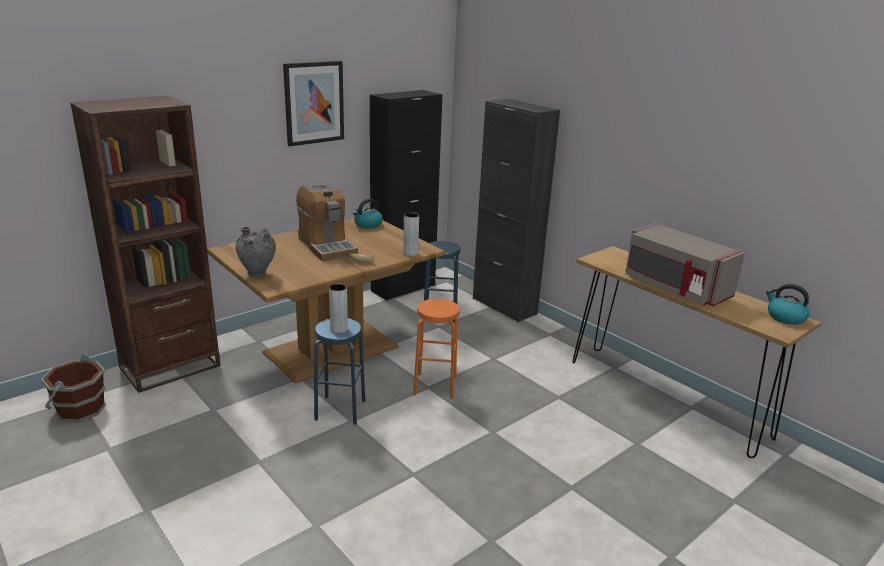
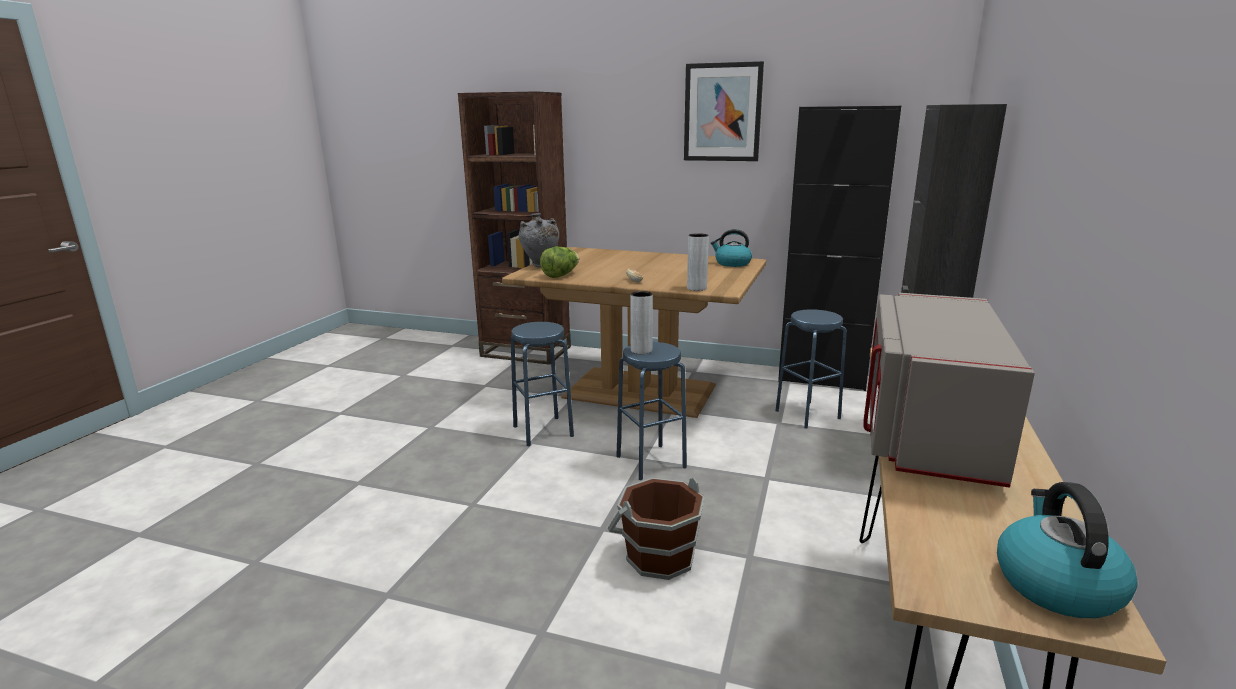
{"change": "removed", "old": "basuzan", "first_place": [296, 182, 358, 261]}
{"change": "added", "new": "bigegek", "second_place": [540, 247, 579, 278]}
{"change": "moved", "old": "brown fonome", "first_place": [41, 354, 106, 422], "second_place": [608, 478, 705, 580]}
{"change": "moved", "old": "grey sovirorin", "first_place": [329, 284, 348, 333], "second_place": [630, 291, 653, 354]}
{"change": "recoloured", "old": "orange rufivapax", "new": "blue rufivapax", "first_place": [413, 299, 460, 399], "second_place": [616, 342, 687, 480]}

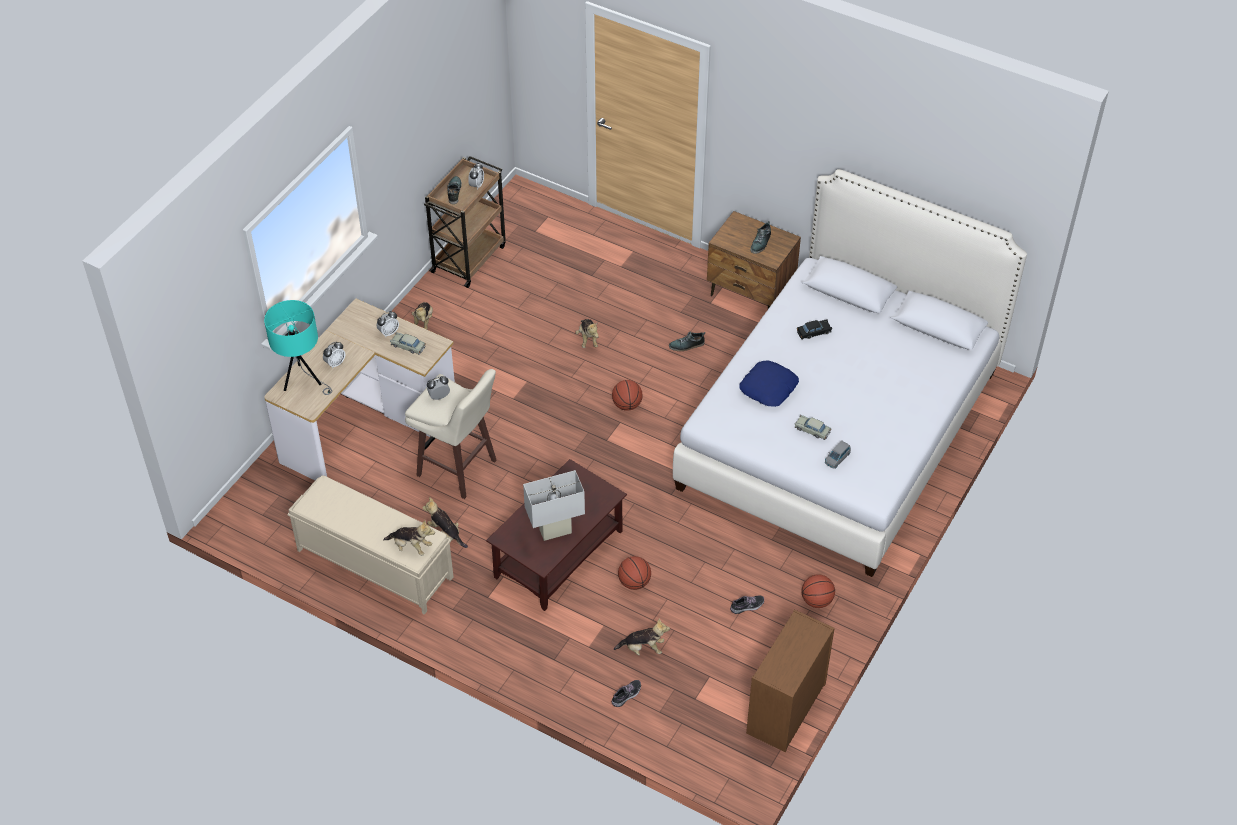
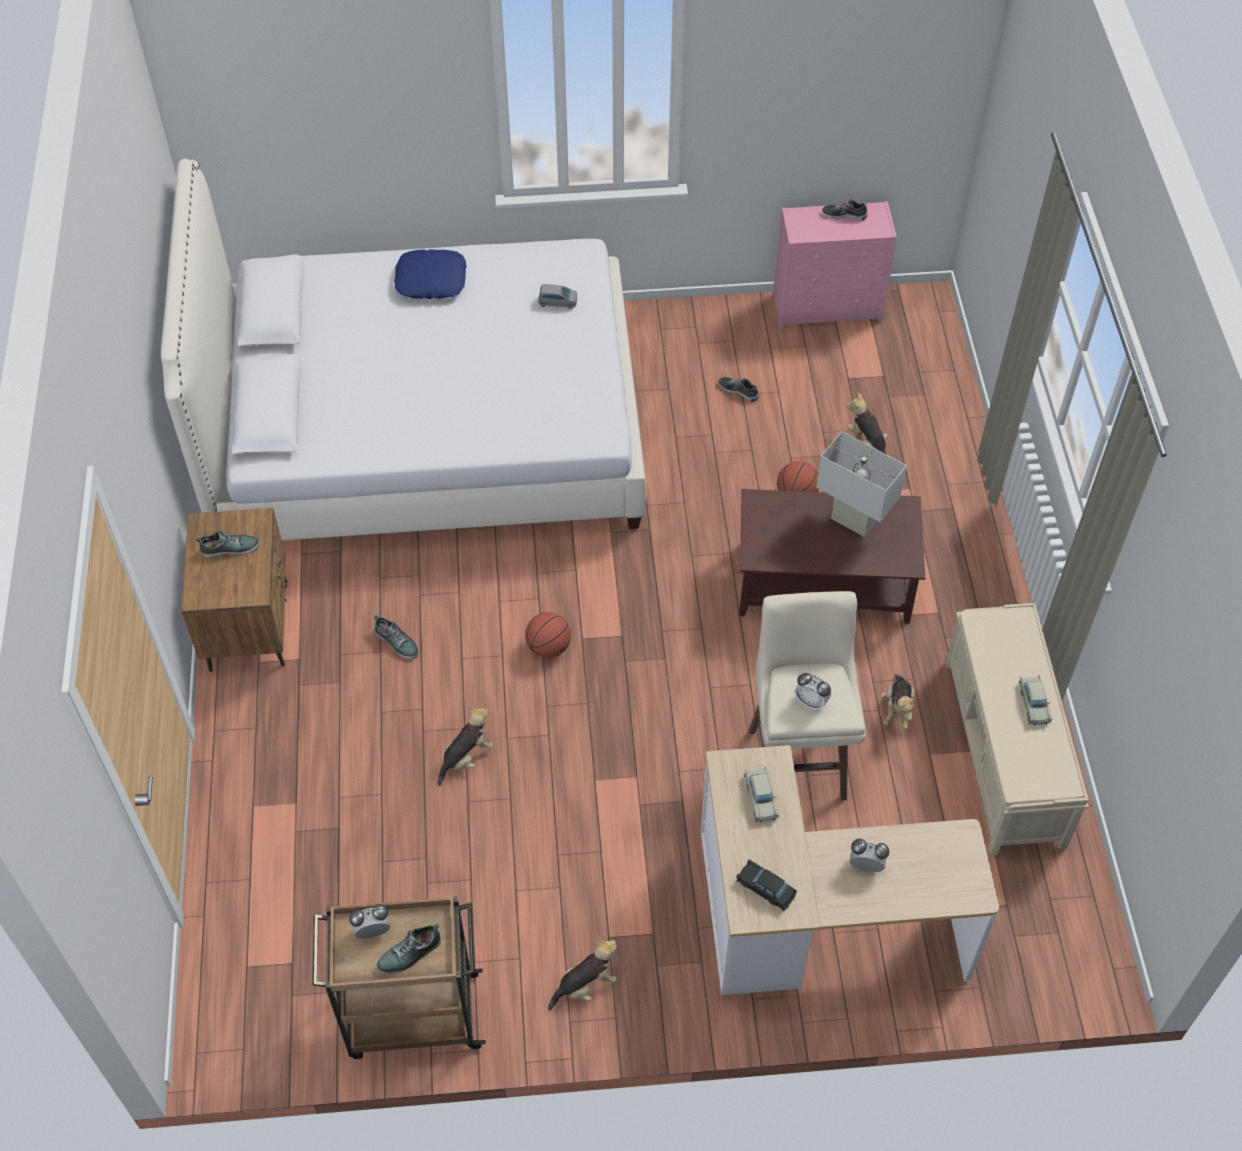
{"change": "removed", "old": "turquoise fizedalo", "first_place": [264, 300, 332, 395]}
{"change": "removed", "old": "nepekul", "first_place": [377, 311, 399, 338]}
{"change": "removed", "old": "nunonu", "first_place": [383, 520, 435, 556]}
{"change": "removed", "old": "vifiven", "first_place": [802, 574, 835, 608]}
{"change": "moved", "old": "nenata", "first_place": [612, 680, 641, 707], "second_place": [822, 199, 868, 220]}
{"change": "moved", "old": "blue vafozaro", "first_place": [739, 360, 799, 407], "second_place": [394, 249, 467, 299]}
{"change": "moved", "old": "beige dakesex", "first_place": [794, 415, 831, 440], "second_place": [1019, 675, 1052, 726]}
{"change": "moved", "old": "black dakesex", "first_place": [797, 320, 832, 340], "second_place": [736, 859, 797, 911]}
{"change": "recoloured", "old": "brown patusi", "new": "pink patusi", "first_place": [746, 609, 835, 752], "second_place": [773, 201, 897, 329]}

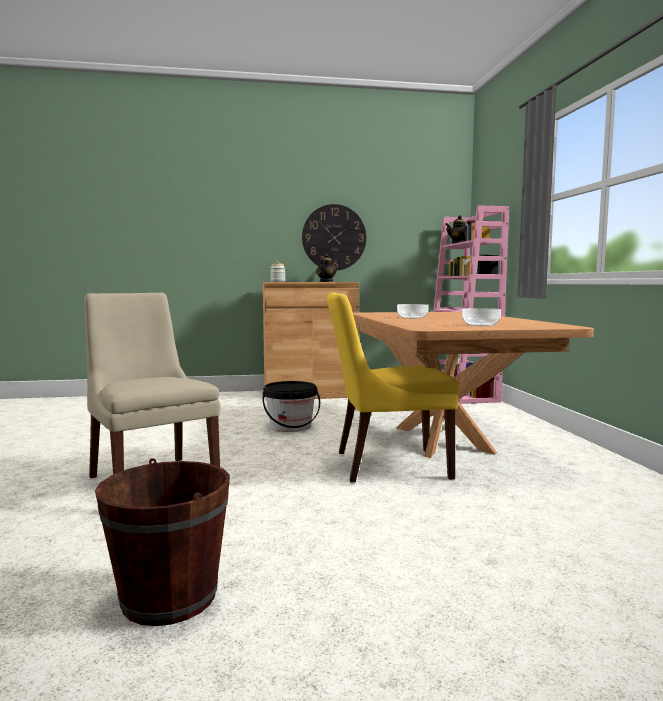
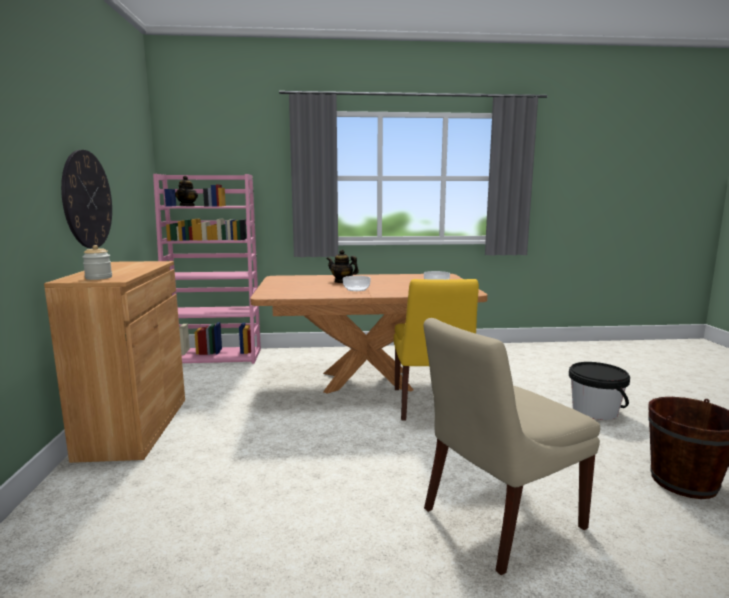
{"change": "moved", "old": "black fonome", "first_place": [263, 381, 320, 432], "second_place": [569, 362, 630, 420]}
{"change": "moved", "old": "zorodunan", "first_place": [316, 254, 336, 282], "second_place": [327, 250, 359, 283]}

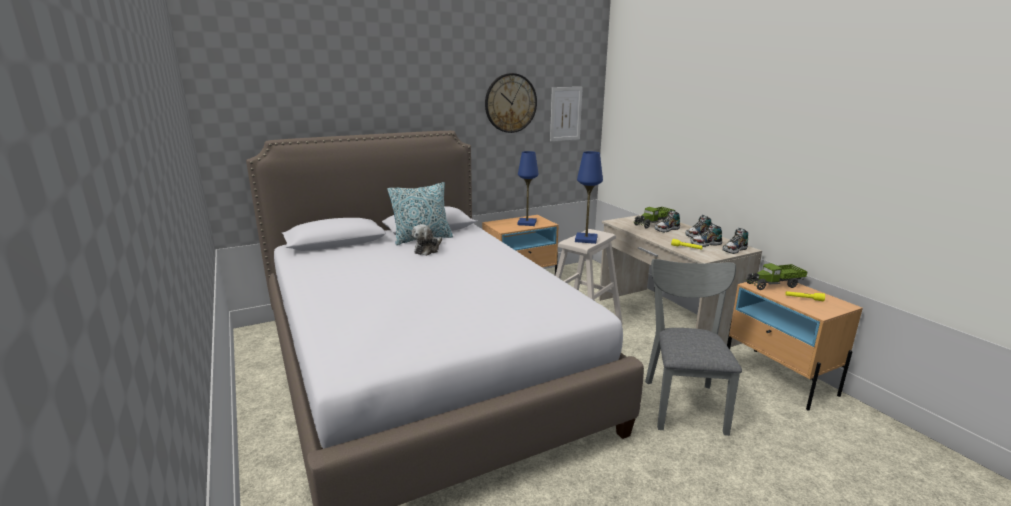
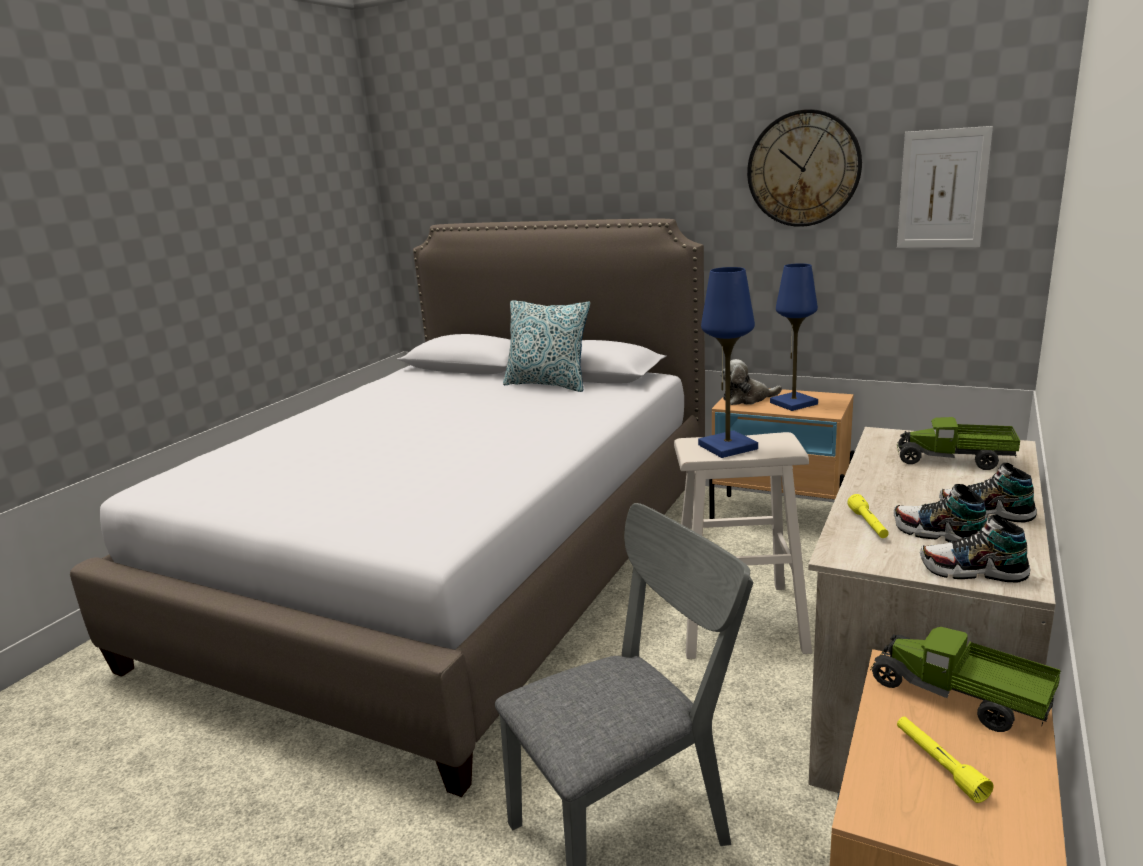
{"change": "removed", "old": "nenata", "first_place": [655, 210, 680, 232]}
{"change": "moved", "old": "nunonu", "first_place": [412, 224, 442, 256], "second_place": [721, 359, 782, 405]}

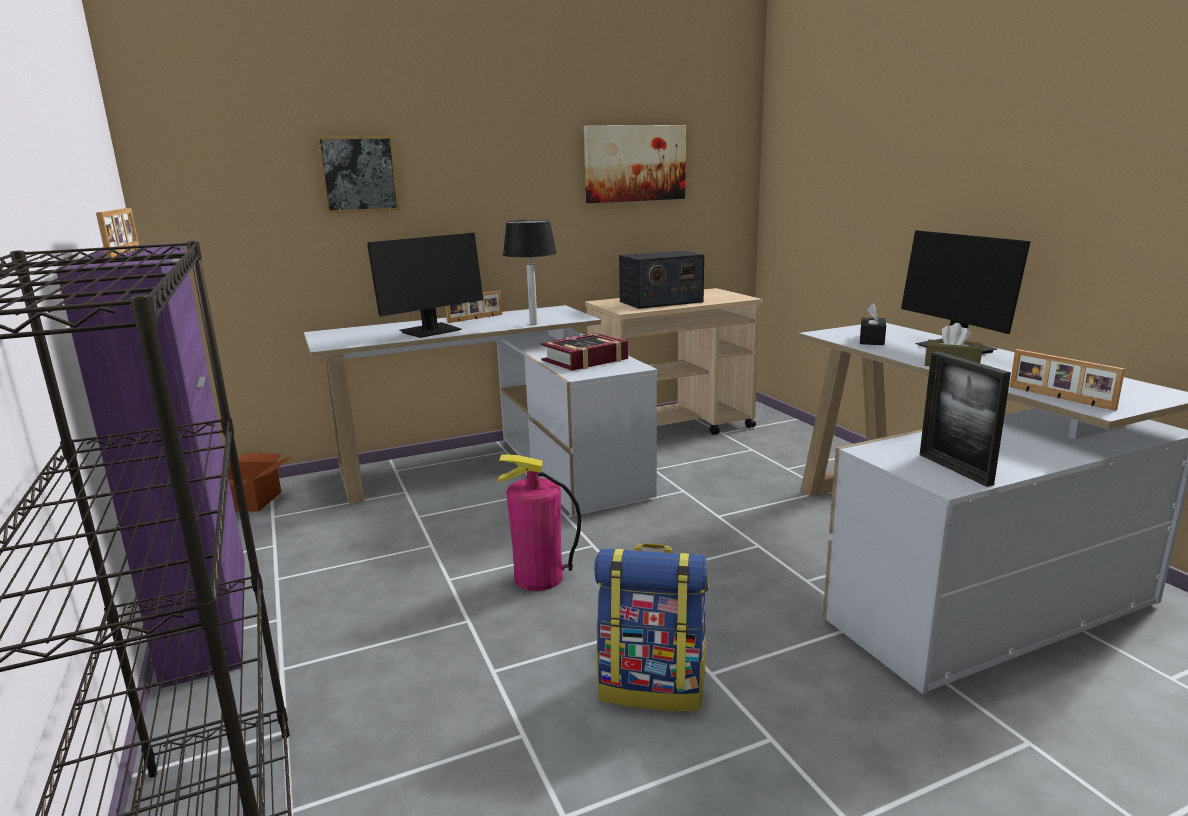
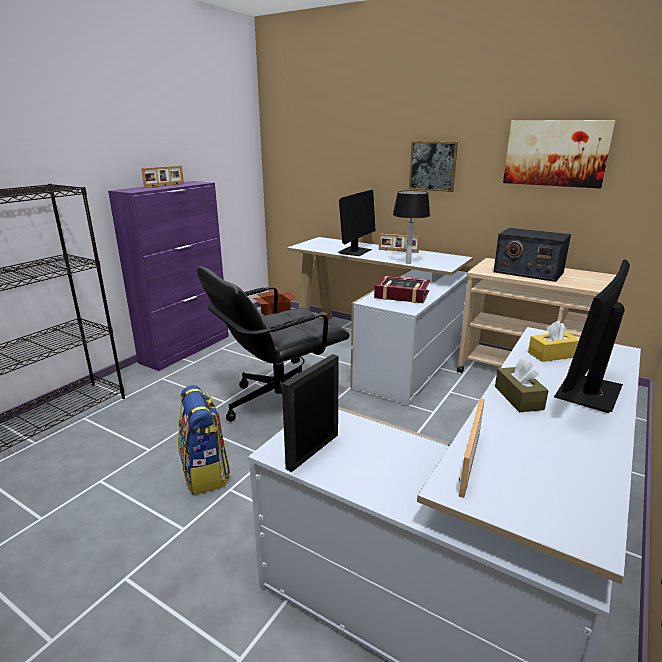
{"change": "moved", "old": "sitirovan", "first_place": [316, 136, 400, 213], "second_place": [409, 141, 458, 192]}
{"change": "replaced", "old": "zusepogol", "new": "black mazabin", "first_place": [497, 454, 581, 591], "second_place": [197, 266, 350, 422]}
{"change": "recoloured", "old": "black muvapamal", "new": "yellow muvapamal", "first_place": [860, 304, 886, 345], "second_place": [528, 321, 579, 362]}
{"change": "turned", "old": "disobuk", "first_place": [367, 233, 483, 338], "second_place": [339, 190, 375, 256], "degrees": -75}

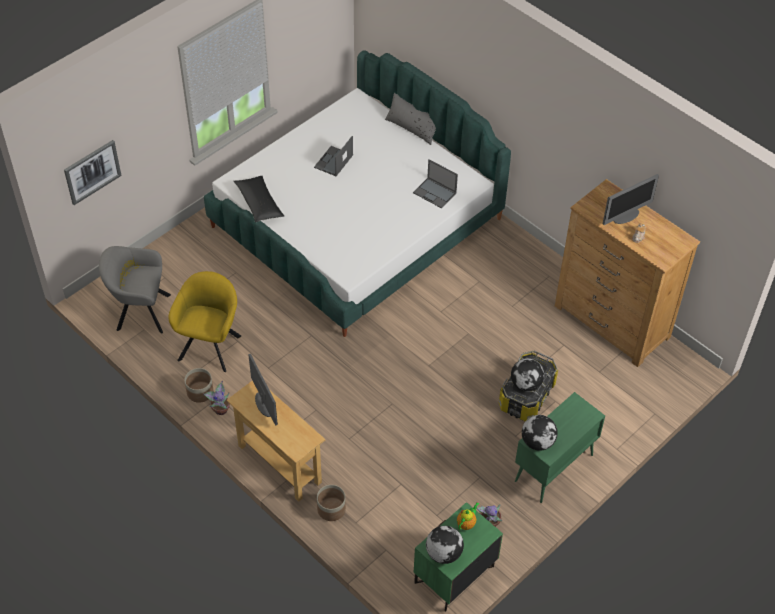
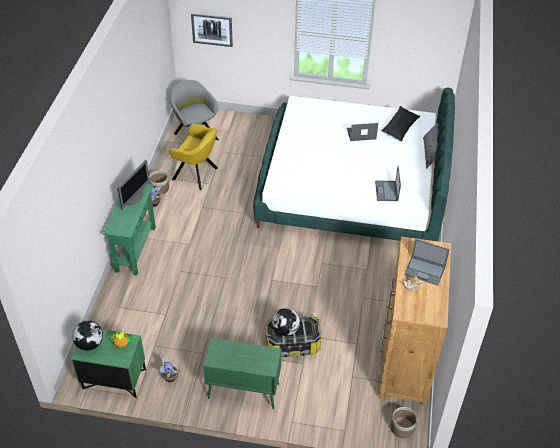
{"change": "removed", "old": "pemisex", "first_place": [522, 415, 558, 451]}
{"change": "moved", "old": "black vafozaro", "first_place": [233, 176, 284, 222], "second_place": [381, 106, 420, 142]}
{"change": "moved", "old": "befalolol", "first_place": [317, 485, 346, 521], "second_place": [390, 407, 417, 438]}
{"change": "replaced", "old": "disobuk", "new": "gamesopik", "first_place": [603, 174, 659, 225], "second_place": [404, 239, 450, 285]}
{"change": "recoloured", "old": "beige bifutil", "new": "green bifutil", "first_place": [227, 381, 326, 502], "second_place": [103, 184, 156, 276]}
{"change": "turned", "old": "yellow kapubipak", "first_place": [168, 271, 241, 372], "second_place": [169, 124, 218, 190], "degrees": 45}

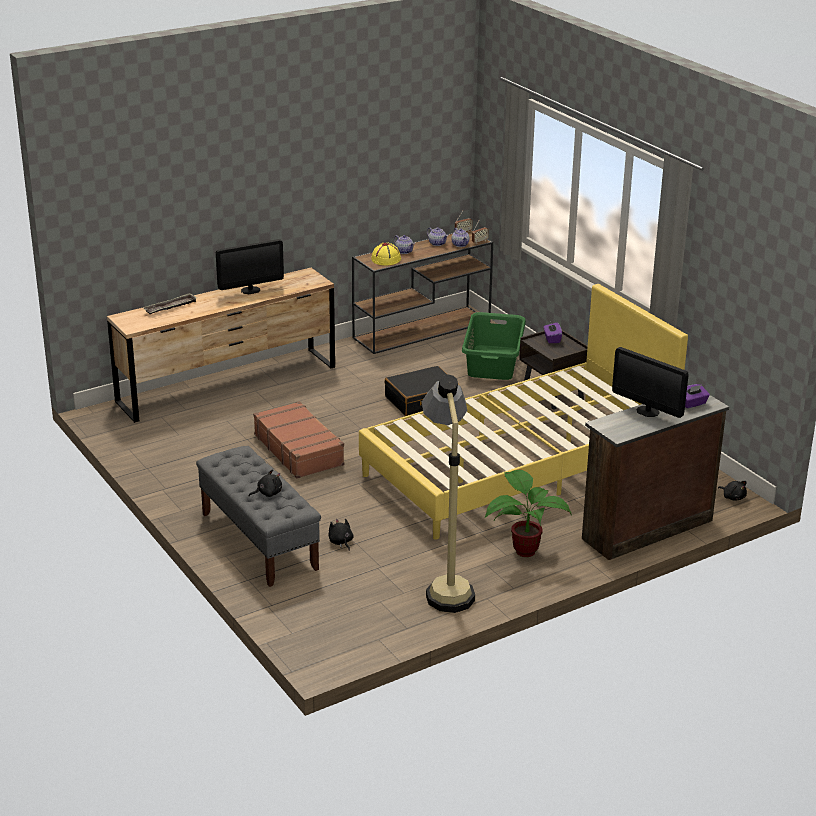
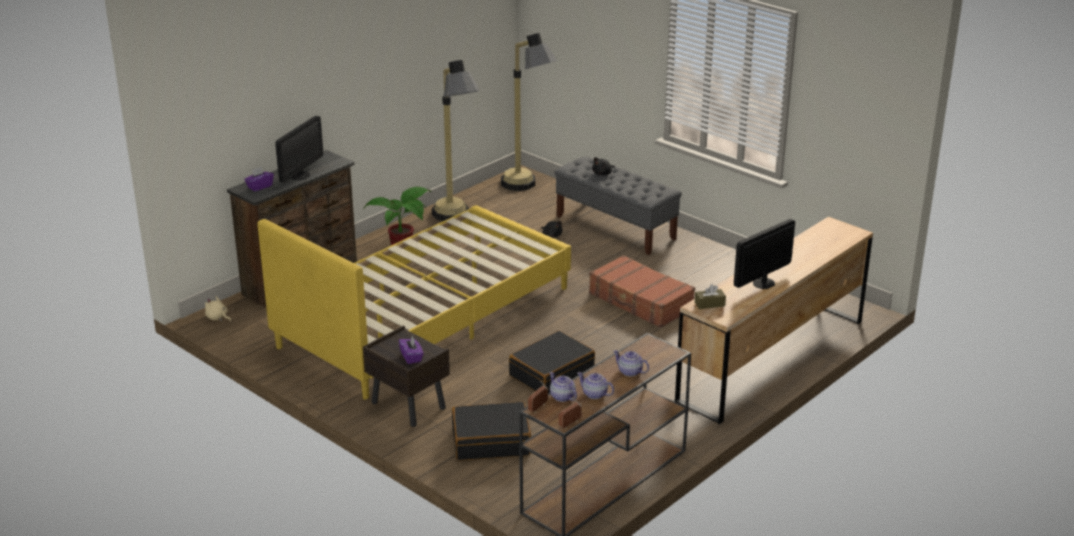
{"change": "removed", "old": "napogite", "first_place": [143, 293, 197, 314]}
{"change": "removed", "old": "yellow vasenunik", "first_place": [371, 243, 401, 265]}
{"change": "added", "new": "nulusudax", "second_place": [501, 33, 557, 191]}
{"change": "added", "new": "brown muvapamal", "second_place": [695, 284, 726, 309]}
{"change": "replaced", "old": "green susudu", "new": "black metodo", "first_place": [462, 312, 526, 380], "second_place": [452, 402, 531, 460]}
{"change": "recoloured", "old": "black nunonu", "new": "beige nunonu", "first_place": [718, 481, 747, 501], "second_place": [205, 296, 231, 321]}
{"change": "turned", "old": "disobuk", "first_place": [612, 347, 688, 418], "second_place": [275, 116, 323, 182], "degrees": 90}

